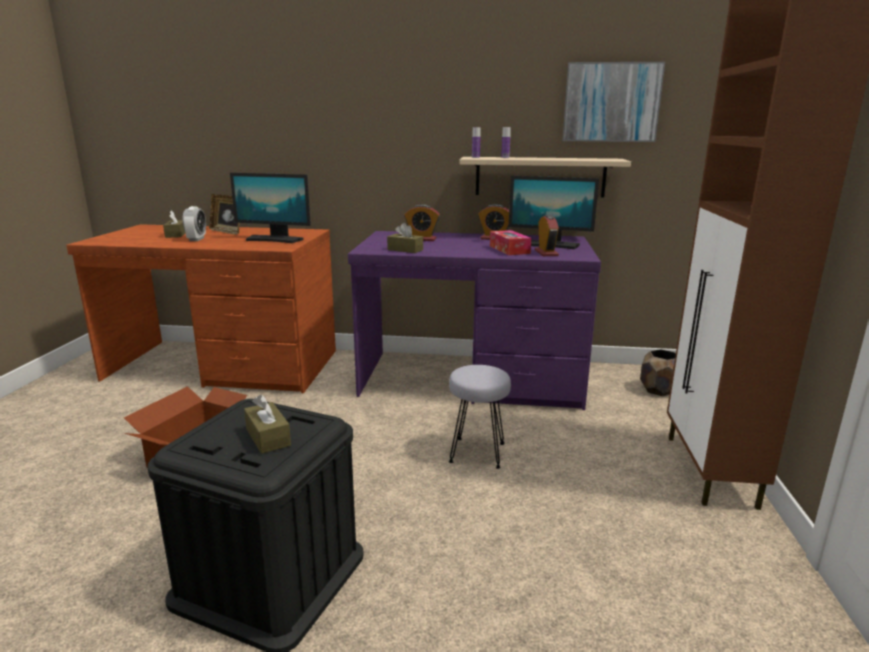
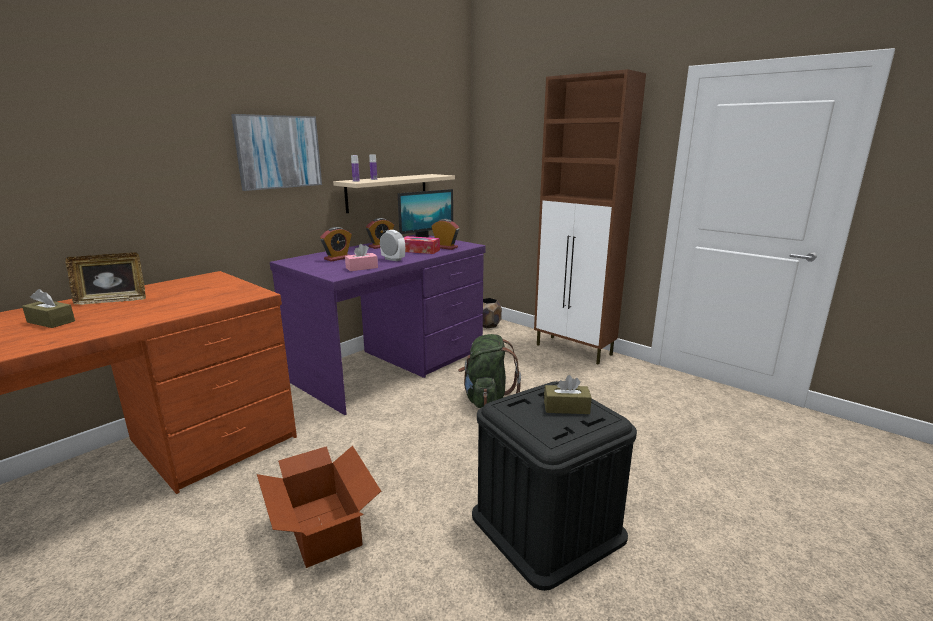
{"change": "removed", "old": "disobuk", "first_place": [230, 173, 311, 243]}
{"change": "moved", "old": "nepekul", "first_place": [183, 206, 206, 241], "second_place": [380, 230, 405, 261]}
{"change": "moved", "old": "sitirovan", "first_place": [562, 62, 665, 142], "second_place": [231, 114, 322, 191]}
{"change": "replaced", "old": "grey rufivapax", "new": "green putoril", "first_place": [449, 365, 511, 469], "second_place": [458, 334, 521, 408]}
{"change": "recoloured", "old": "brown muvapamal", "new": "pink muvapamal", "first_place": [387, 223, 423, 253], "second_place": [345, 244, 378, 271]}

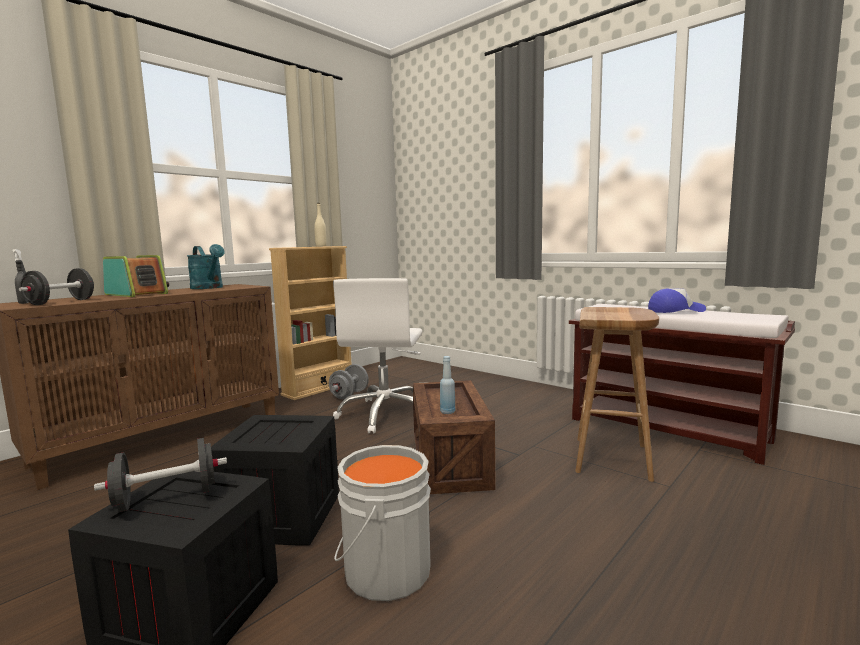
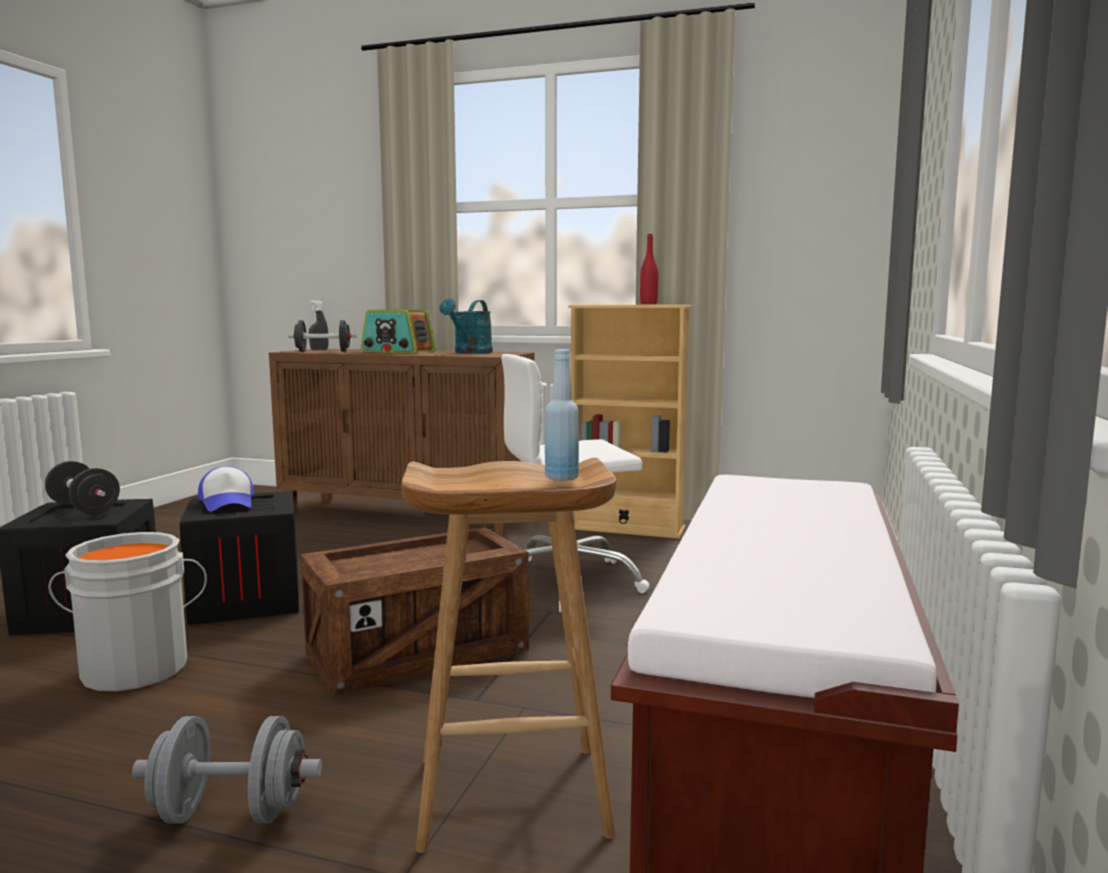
{"change": "moved", "old": "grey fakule", "first_place": [329, 364, 369, 399], "second_place": [132, 716, 322, 824]}
{"change": "moved", "old": "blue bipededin", "first_place": [440, 356, 455, 414], "second_place": [545, 349, 579, 481]}
{"change": "moved", "old": "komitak", "first_place": [648, 288, 706, 313], "second_place": [198, 466, 254, 512]}
{"change": "recoloured", "old": "beige bipededin", "new": "red bipededin", "first_place": [314, 203, 327, 246], "second_place": [640, 234, 658, 304]}
{"change": "turned", "old": "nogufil", "first_place": [103, 255, 169, 297], "second_place": [361, 310, 436, 353], "degrees": 105}

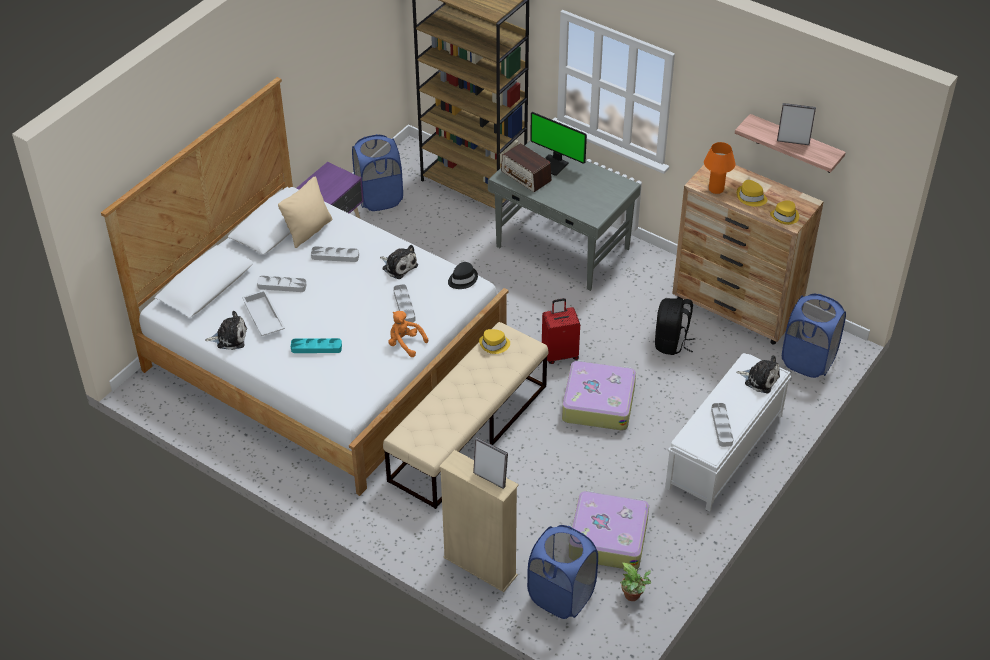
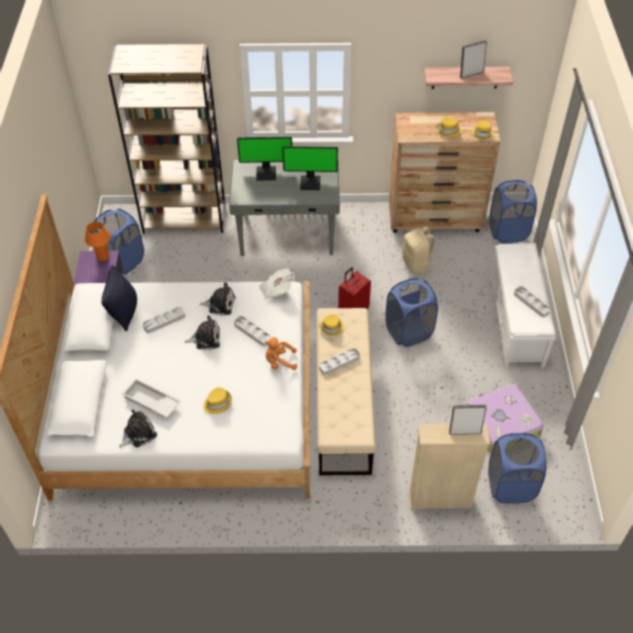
{"change": "removed", "old": "nogufil", "first_place": [501, 143, 552, 192]}
{"change": "removed", "old": "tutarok", "first_place": [620, 562, 651, 601]}
{"change": "added", "new": "disobuk", "second_place": [282, 146, 338, 190]}
{"change": "moved", "old": "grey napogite", "first_place": [257, 276, 307, 292], "second_place": [319, 348, 360, 375]}
{"change": "moved", "old": "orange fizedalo", "first_place": [704, 142, 735, 194], "second_place": [85, 222, 111, 261]}
{"change": "moved", "old": "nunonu", "first_place": [736, 355, 780, 393], "second_place": [185, 315, 220, 350]}
{"change": "replaced", "old": "turquoise napogite", "new": "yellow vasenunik", "first_place": [291, 338, 342, 353], "second_place": [203, 387, 232, 414]}
{"change": "replaced", "old": "black vasenunik", "new": "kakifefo", "first_place": [448, 262, 478, 289], "second_place": [259, 268, 295, 299]}
{"change": "replaced", "old": "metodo", "new": "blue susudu", "first_place": [562, 360, 636, 430], "second_place": [385, 278, 438, 347]}
{"change": "recoloured", "old": "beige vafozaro", "new": "black vafozaro", "first_place": [278, 177, 332, 248], "second_place": [102, 265, 137, 331]}
{"change": "recoloured", "old": "black putoril", "new": "beige putoril", "first_place": [655, 298, 696, 355], "second_place": [402, 226, 436, 274]}

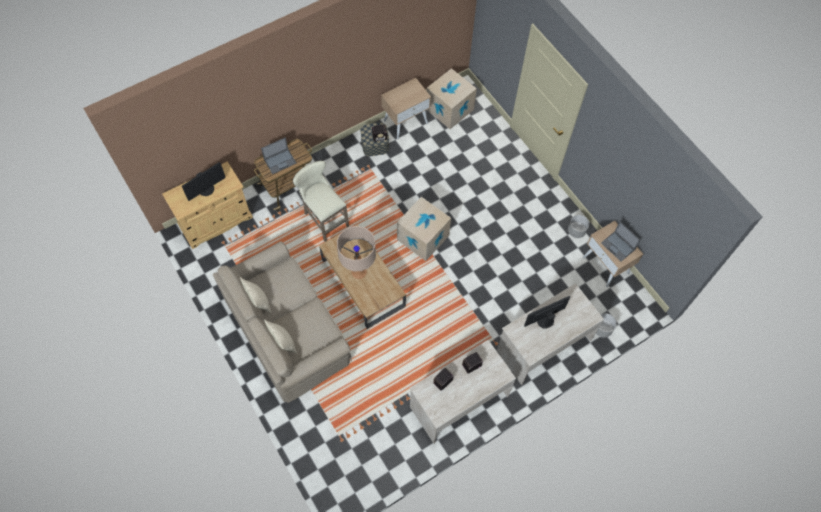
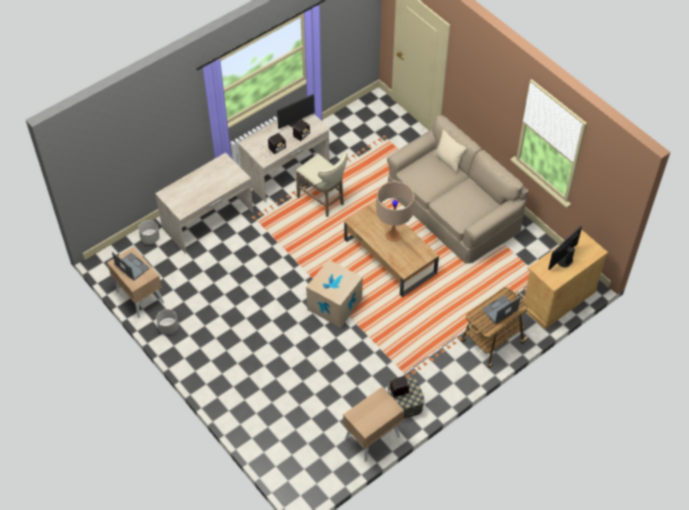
{"change": "removed", "old": "beige vafozaro", "first_place": [240, 277, 272, 313]}
{"change": "removed", "old": "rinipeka", "first_place": [427, 68, 477, 129]}
{"change": "moved", "old": "beige rufivapax", "first_place": [293, 161, 349, 242], "second_place": [296, 152, 347, 217]}
{"change": "moved", "old": "disobuk", "first_place": [524, 296, 570, 329], "second_place": [277, 94, 315, 129]}

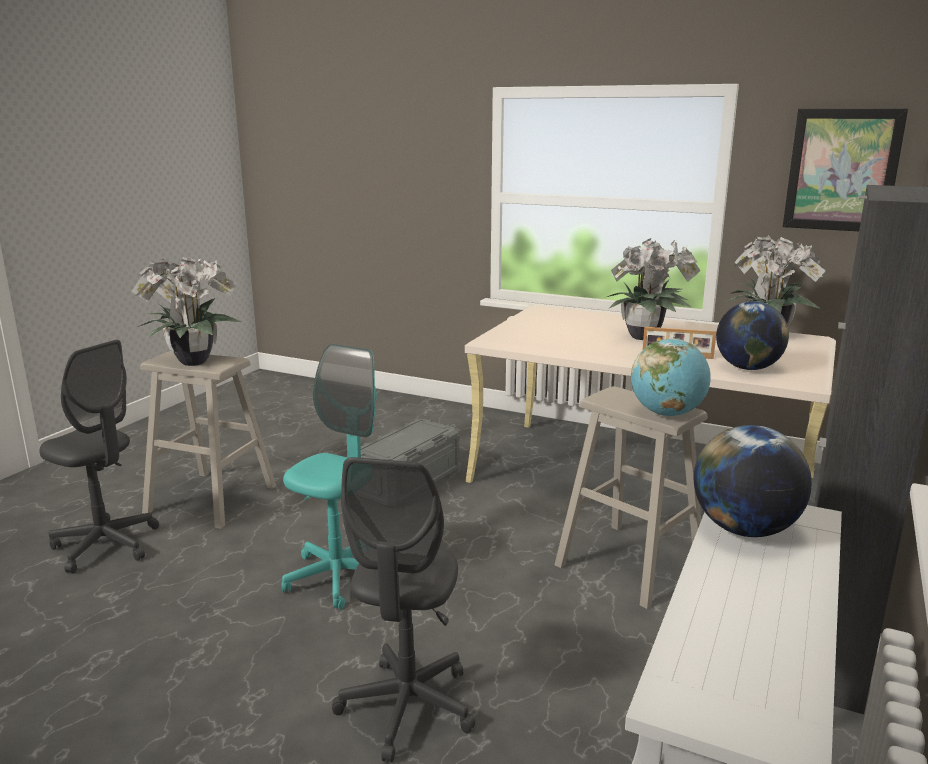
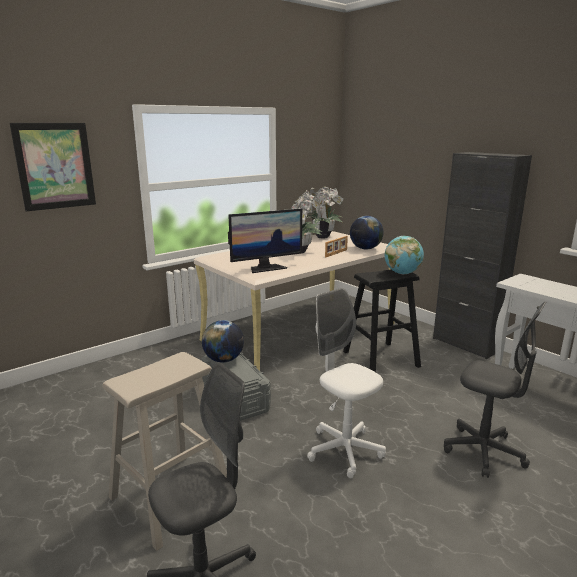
{"change": "removed", "old": "tutarok", "first_place": [131, 257, 241, 366]}
{"change": "added", "new": "disobuk", "second_place": [228, 208, 302, 273]}
{"change": "moved", "old": "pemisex", "first_place": [694, 425, 812, 537], "second_place": [202, 320, 244, 363]}
{"change": "moved", "old": "sitirovan", "first_place": [783, 109, 908, 231], "second_place": [10, 123, 96, 211]}
{"change": "recoloured", "old": "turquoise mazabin", "new": "white mazabin", "first_place": [282, 344, 377, 610], "second_place": [307, 288, 386, 478]}
{"change": "recoloured", "old": "beige rufivapax", "new": "black rufivapax", "first_place": [555, 386, 707, 609], "second_place": [343, 269, 421, 372]}

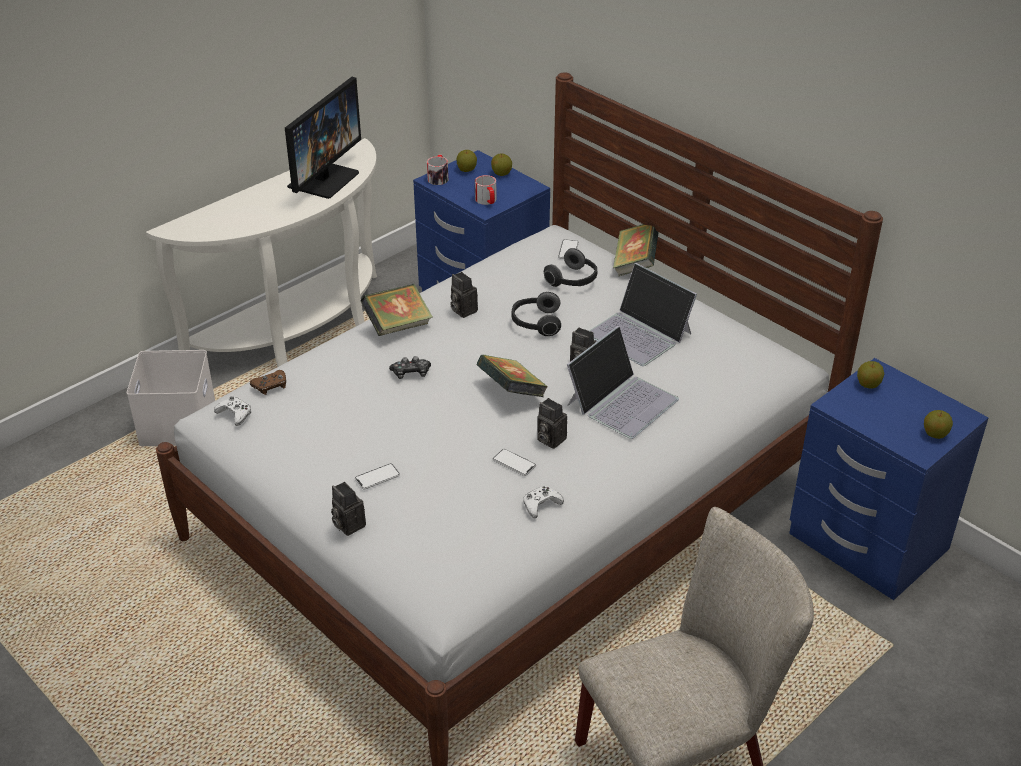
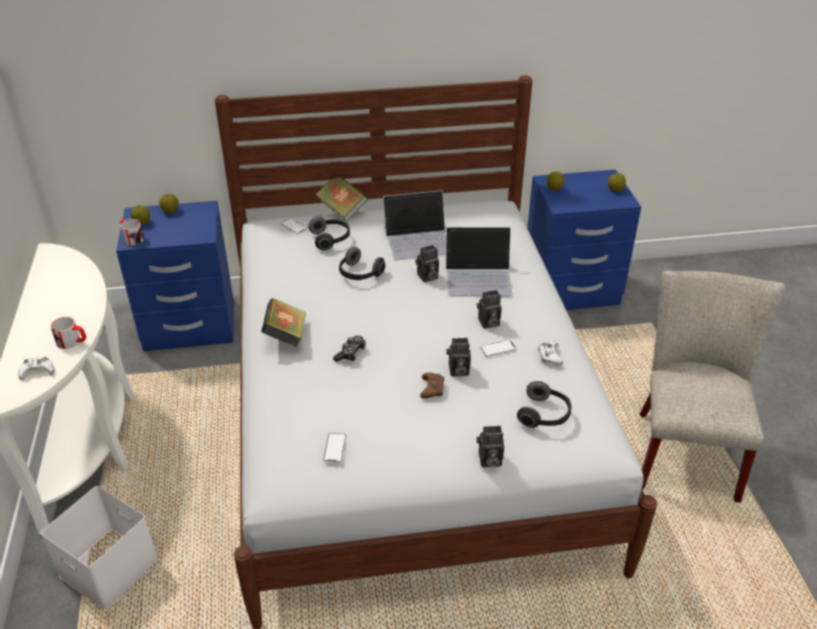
{"change": "removed", "old": "disobuk", "first_place": [285, 77, 361, 199]}
{"change": "removed", "old": "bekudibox", "first_place": [477, 355, 548, 397]}
{"change": "added", "new": "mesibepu", "second_place": [517, 381, 571, 428]}
{"change": "moved", "old": "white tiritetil", "first_place": [214, 396, 251, 426], "second_place": [18, 356, 55, 380]}
{"change": "moved", "old": "brown tiritetil", "first_place": [250, 370, 286, 395], "second_place": [420, 373, 444, 399]}
{"change": "moved", "old": "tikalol", "first_place": [355, 463, 400, 489], "second_place": [323, 433, 347, 463]}
{"change": "moved", "old": "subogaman", "first_place": [450, 272, 478, 318], "second_place": [446, 338, 471, 377]}
{"change": "moved", "old": "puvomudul", "first_place": [475, 175, 496, 205], "second_place": [50, 317, 86, 349]}
{"change": "turned", "old": "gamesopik", "first_place": [567, 326, 679, 439], "second_place": [446, 227, 512, 297], "degrees": 105}

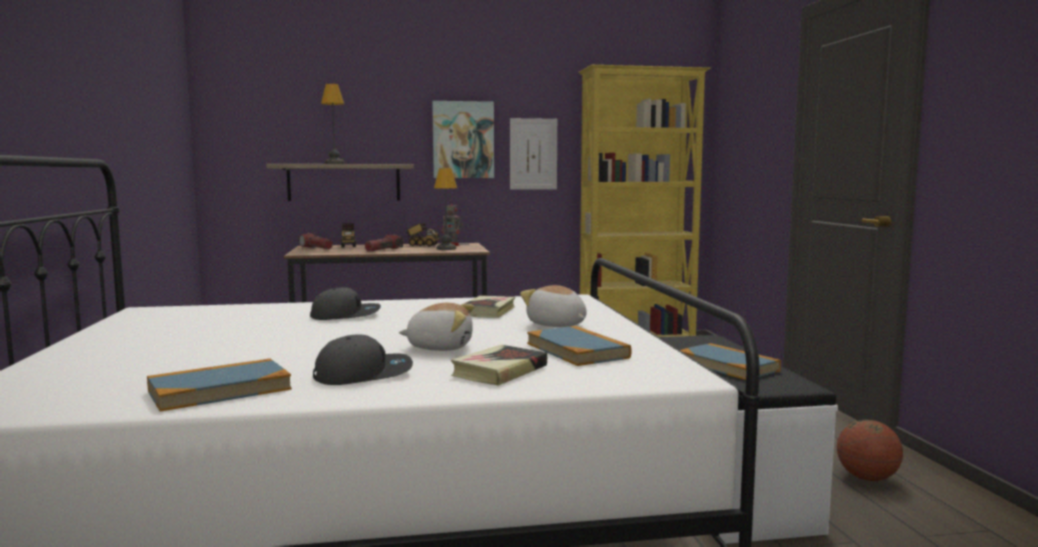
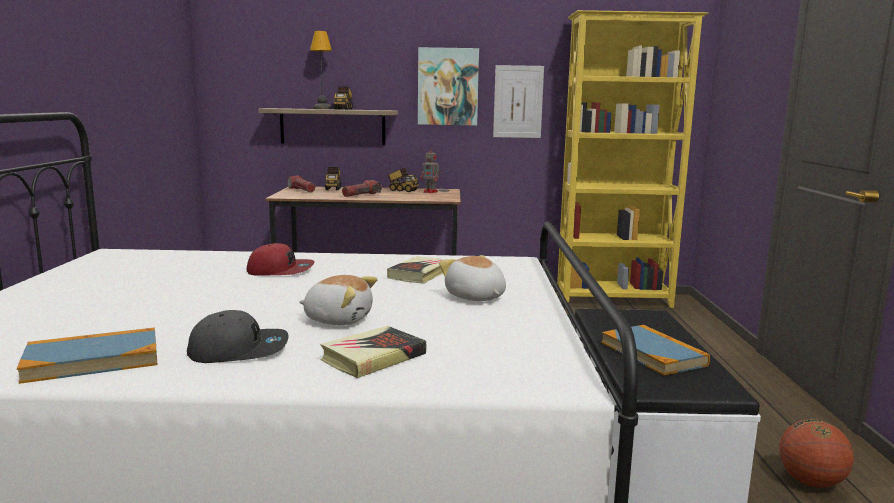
{"change": "removed", "old": "fizedalo", "first_place": [434, 168, 457, 250]}
{"change": "removed", "old": "bekudibox", "first_place": [527, 326, 631, 366]}
{"change": "added", "new": "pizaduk", "second_place": [334, 87, 353, 110]}
{"change": "recoloured", "old": "grey komitak", "new": "red komitak", "first_place": [310, 287, 381, 320], "second_place": [246, 243, 315, 276]}

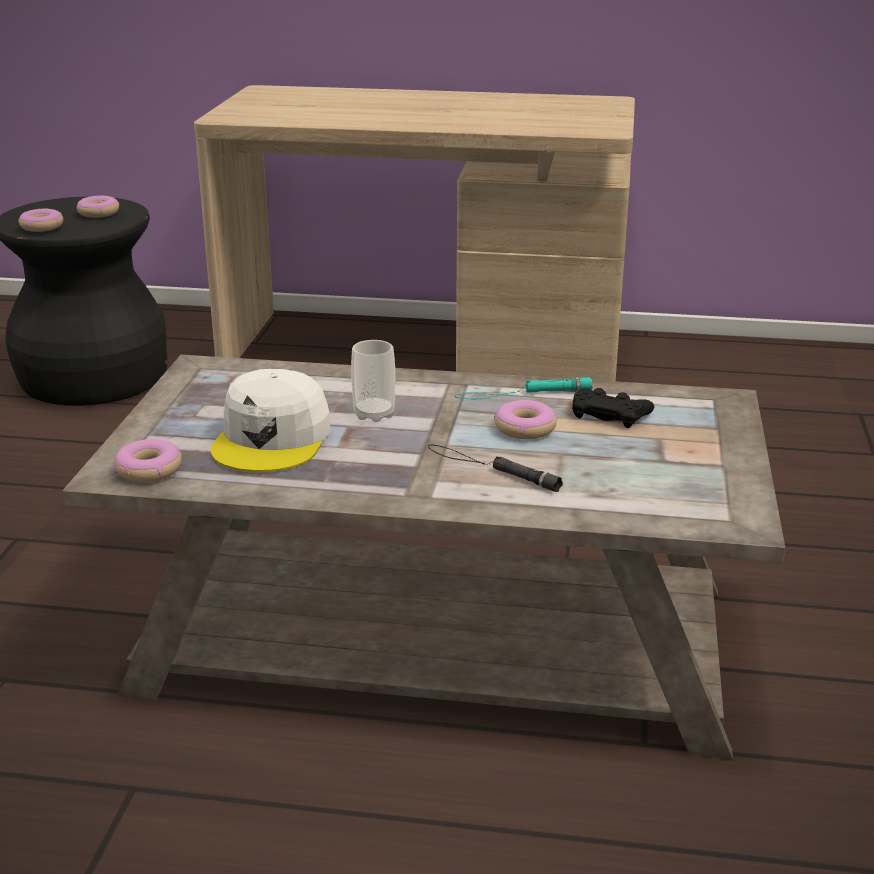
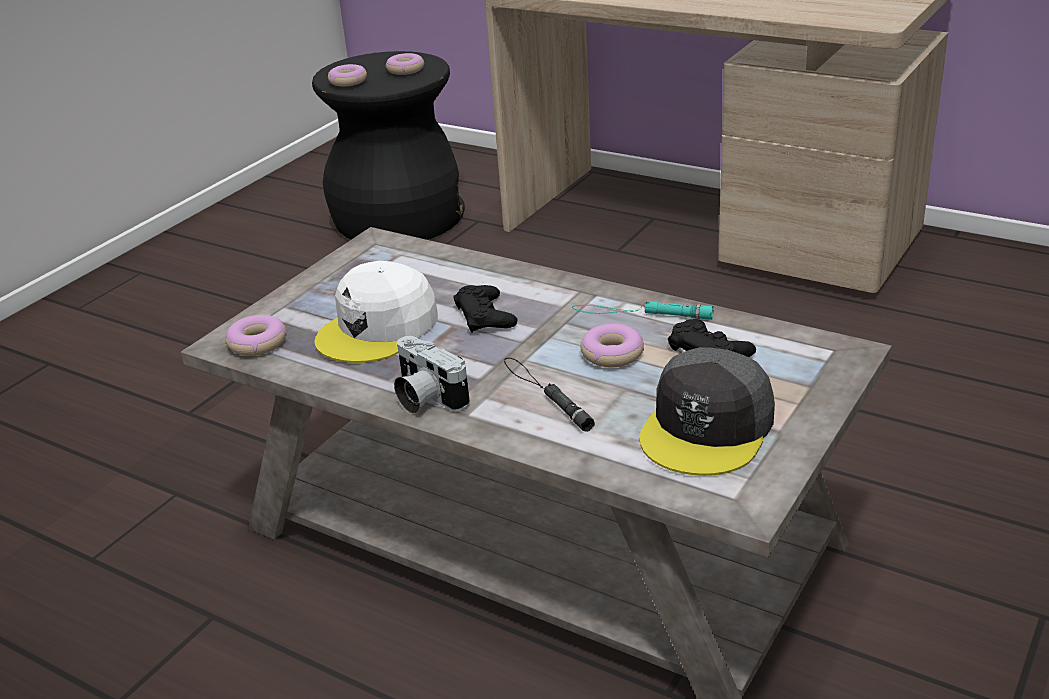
{"change": "added", "new": "subogaman", "second_place": [394, 336, 470, 414]}
{"change": "added", "new": "grey komitak", "second_place": [639, 347, 775, 476]}
{"change": "replaced", "old": "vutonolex", "new": "black tiritetil", "first_place": [351, 340, 395, 422], "second_place": [453, 285, 517, 333]}

